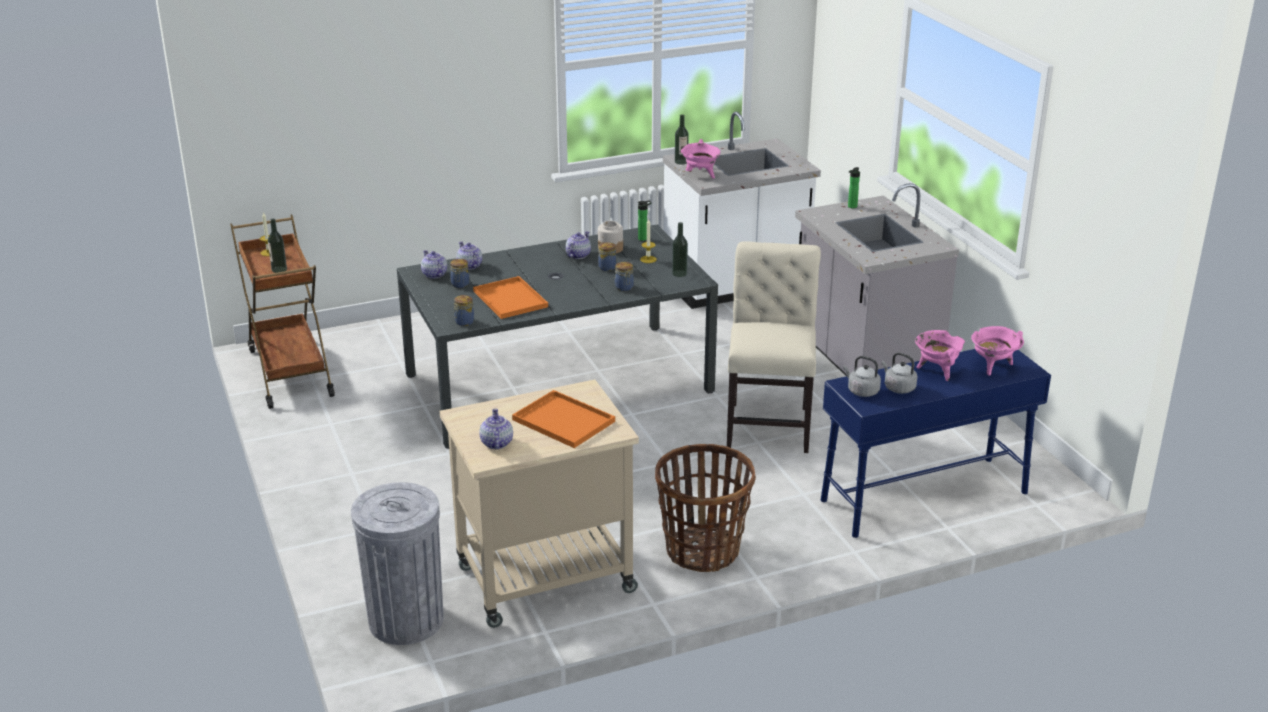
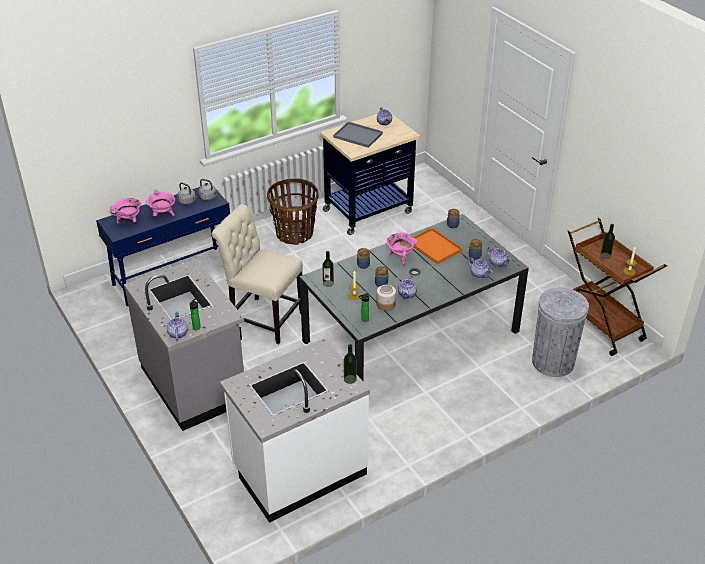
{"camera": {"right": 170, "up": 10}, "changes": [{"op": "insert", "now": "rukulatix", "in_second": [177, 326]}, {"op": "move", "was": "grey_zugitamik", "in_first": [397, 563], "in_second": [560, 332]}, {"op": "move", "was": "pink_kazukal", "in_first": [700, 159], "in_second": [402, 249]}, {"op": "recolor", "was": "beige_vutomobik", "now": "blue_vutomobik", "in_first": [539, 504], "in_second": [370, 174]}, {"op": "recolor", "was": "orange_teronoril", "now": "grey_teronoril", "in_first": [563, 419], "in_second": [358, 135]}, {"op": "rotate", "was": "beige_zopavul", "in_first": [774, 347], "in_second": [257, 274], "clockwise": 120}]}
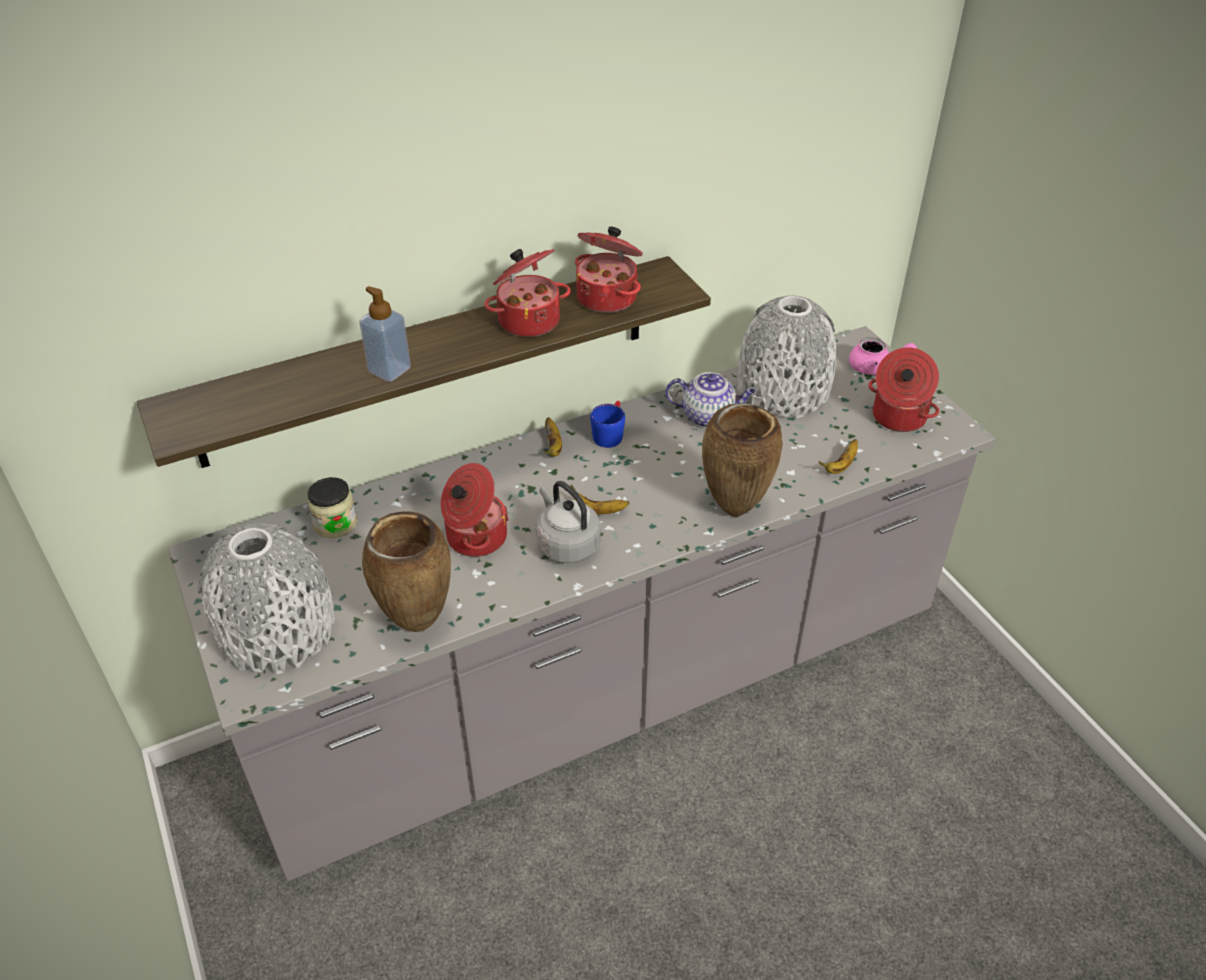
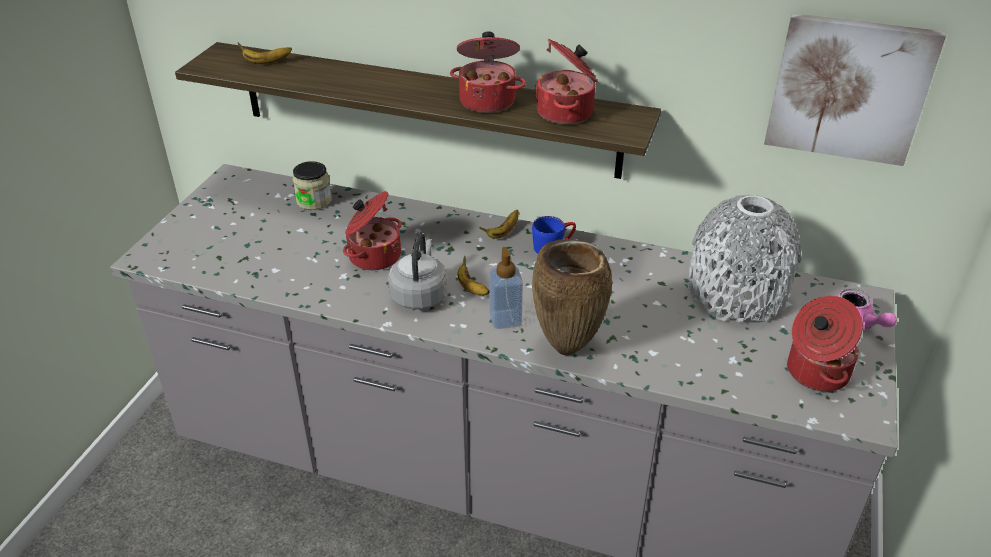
{"camera": {"right": 45, "up": -5}, "changes": [{"op": "delete", "was": "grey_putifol", "in_first": [265, 598]}, {"op": "delete", "was": "brown_putifol", "in_first": [406, 571]}, {"op": "delete", "was": "rukulatix", "in_first": [711, 399]}, {"op": "insert", "now": "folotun", "in_second": [855, 89]}, {"op": "move", "was": "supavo", "in_first": [385, 334], "in_second": [506, 288]}, {"op": "move", "was": "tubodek", "in_first": [838, 456], "in_second": [264, 53]}]}
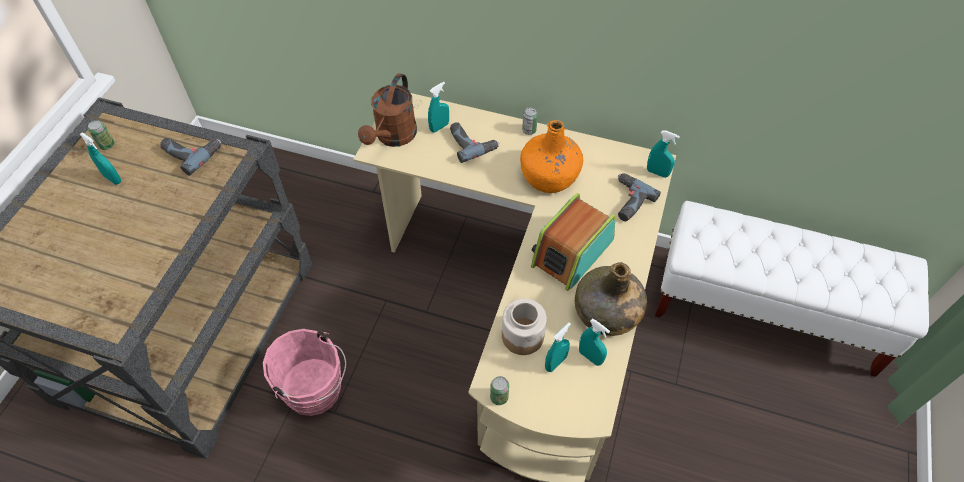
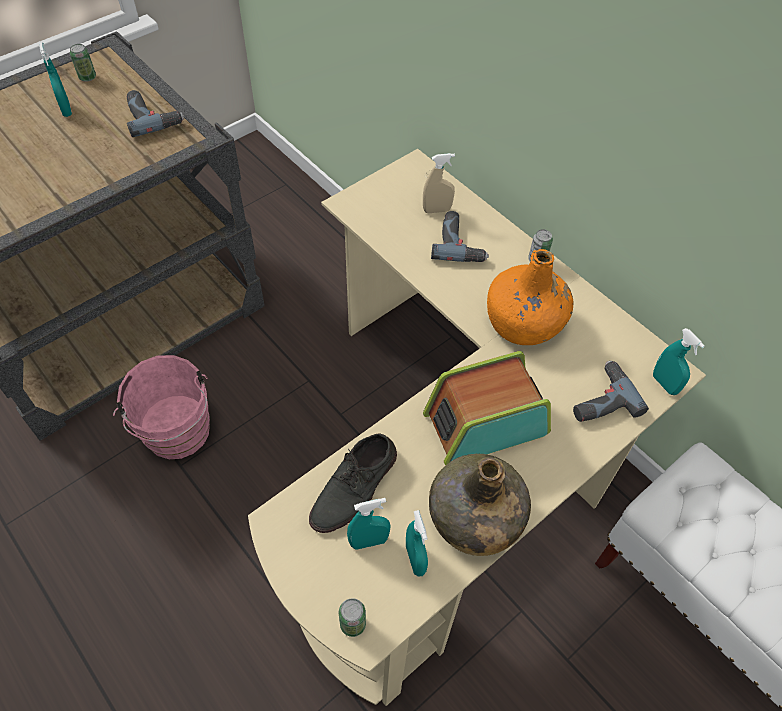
{"camera": {"right": 30, "up": 0}, "changes": [{"op": "delete", "was": "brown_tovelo", "in_first": [387, 110]}, {"op": "move", "was": "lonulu", "in_first": [499, 390], "in_second": [352, 617]}, {"op": "replace", "was": "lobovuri", "now": "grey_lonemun", "in_first": [524, 326], "in_second": [353, 483]}, {"op": "recolor", "was": "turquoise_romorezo", "now": "beige_romorezo", "in_first": [438, 107], "in_second": [439, 183]}]}
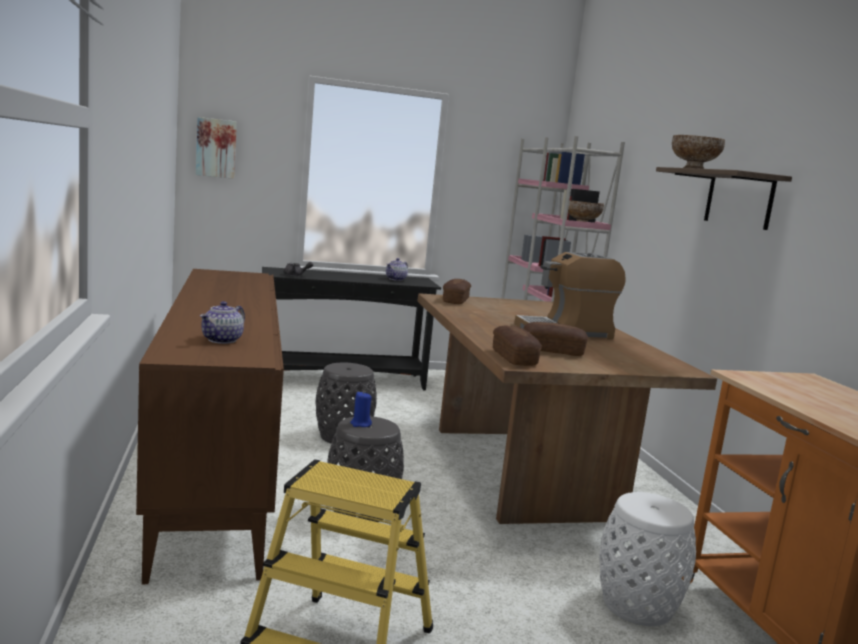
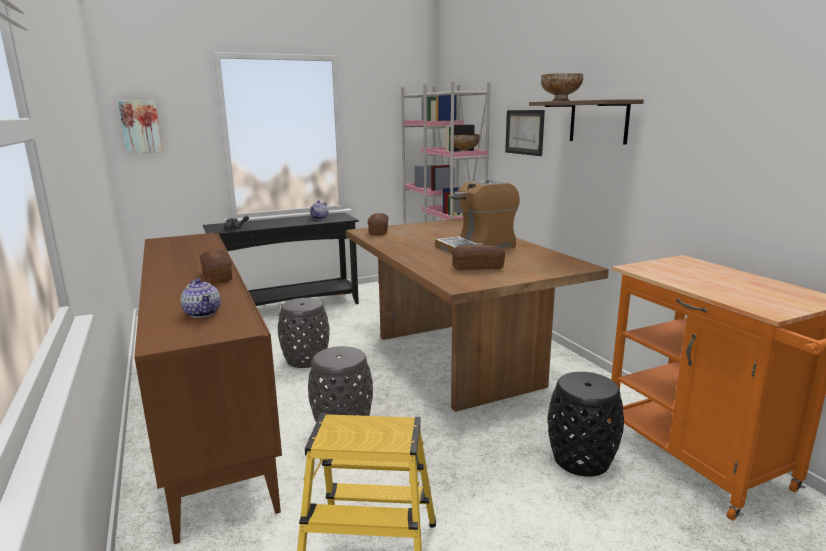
{"camera": {"right": -10, "up": 5}, "changes": [{"op": "delete", "was": "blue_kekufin", "in_first": [361, 409]}, {"op": "insert", "now": "folotun", "in_second": [525, 133]}, {"op": "move", "was": "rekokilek", "in_first": [517, 345], "in_second": [216, 266]}, {"op": "recolor", "was": "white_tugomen", "now": "black_tugomen", "in_first": [647, 559], "in_second": [586, 424]}, {"op": "rotate", "was": "rukulatix", "in_first": [222, 322], "in_second": [201, 298], "clockwise": -45}]}
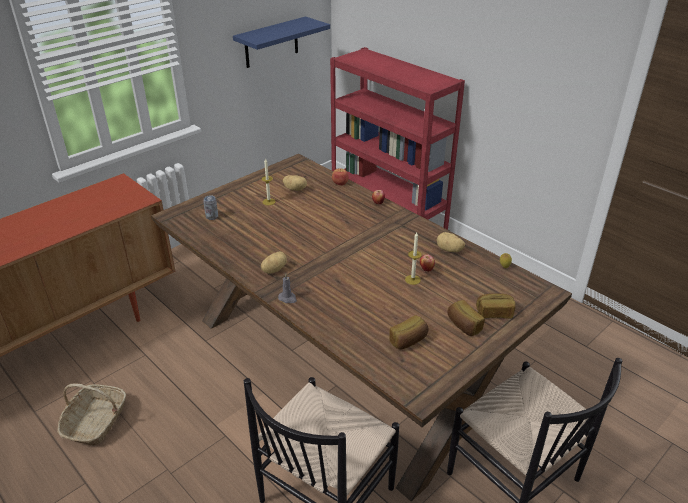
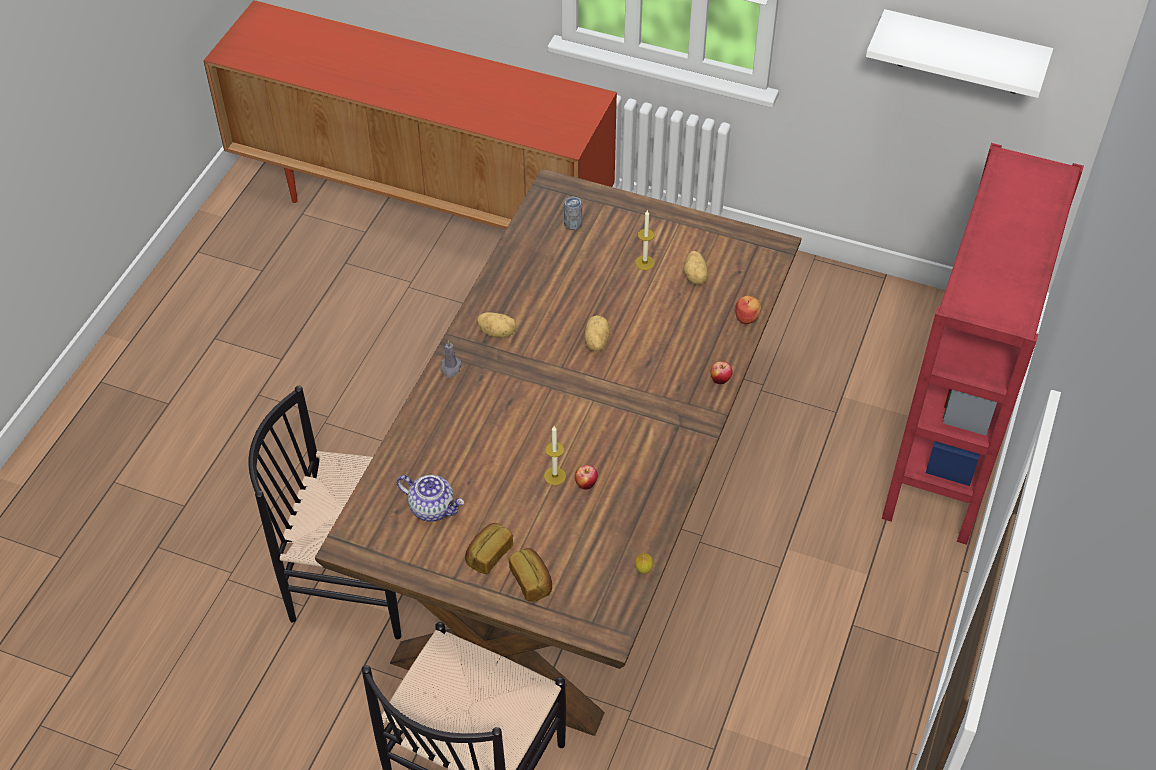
{"camera": {"right": 65, "up": 15}, "changes": [{"op": "delete", "was": "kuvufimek", "in_first": [91, 414]}, {"op": "move", "was": "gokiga", "in_first": [451, 242], "in_second": [597, 333]}, {"op": "replace", "was": "rekokilek", "now": "rukulatix", "in_first": [409, 332], "in_second": [430, 498]}, {"op": "recolor", "was": "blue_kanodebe", "now": "white_kanodebe", "in_first": [281, 42], "in_second": [959, 53]}]}
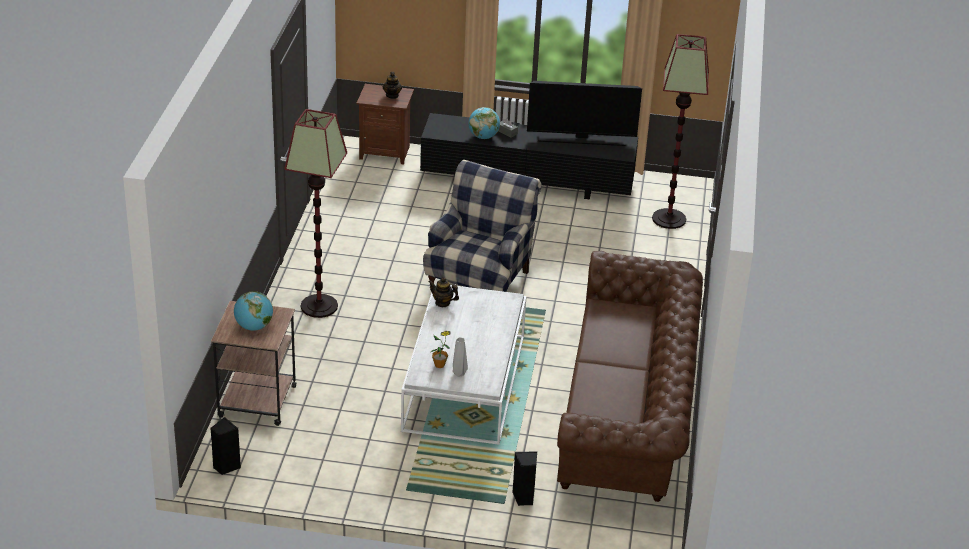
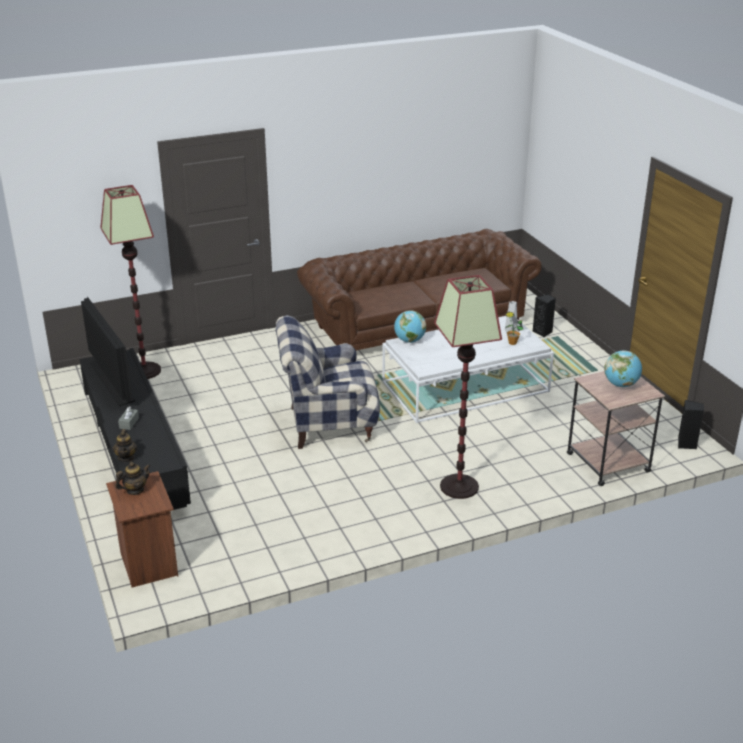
{"camera": {"right": -120, "up": -5}, "changes": [{"op": "move", "was": "rukulatix", "in_first": [443, 292], "in_second": [124, 445]}, {"op": "move", "was": "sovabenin", "in_first": [484, 123], "in_second": [410, 327]}]}
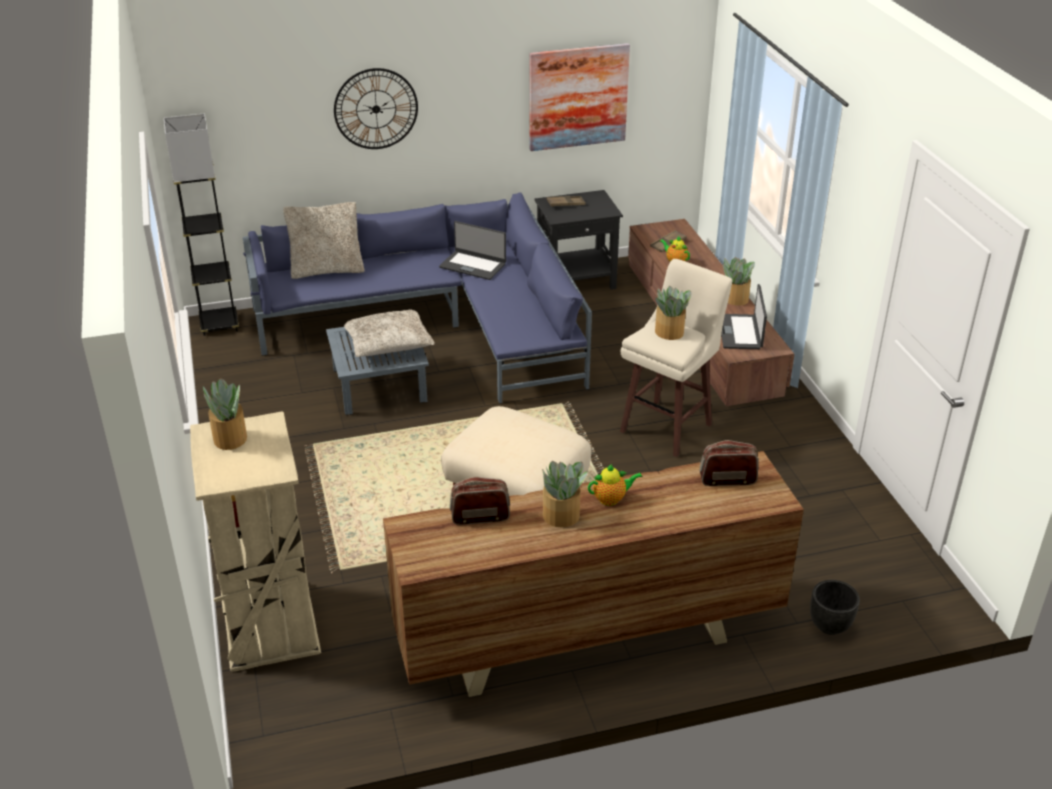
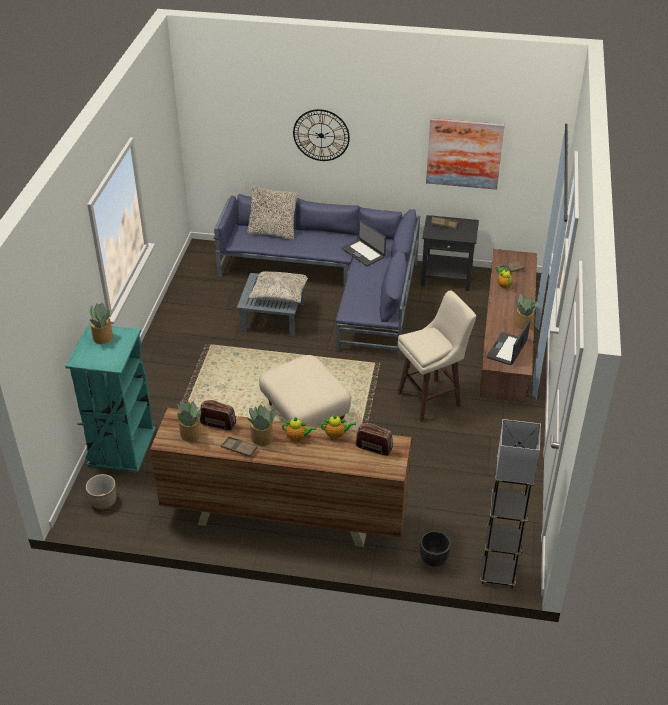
{"camera": {"right": 25, "up": 5}, "changes": [{"op": "insert", "now": "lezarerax", "in_second": [101, 492]}, {"op": "insert", "now": "brown_teronoril", "in_second": [239, 446]}, {"op": "insert", "now": "rukulatix", "in_second": [338, 427]}, {"op": "move", "was": "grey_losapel", "in_first": [201, 224], "in_second": [510, 503]}, {"op": "move", "was": "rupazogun", "in_first": [673, 313], "in_second": [189, 421]}, {"op": "recolor", "was": "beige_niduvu", "now": "turquoise_niduvu", "in_first": [255, 541], "in_second": [110, 397]}]}
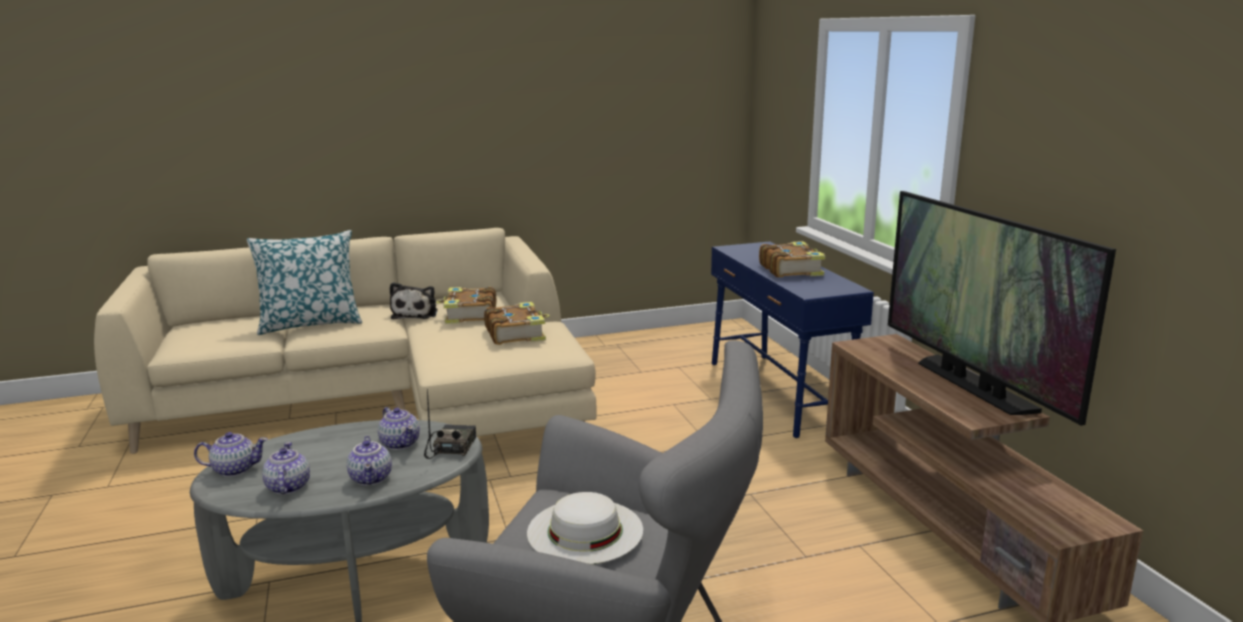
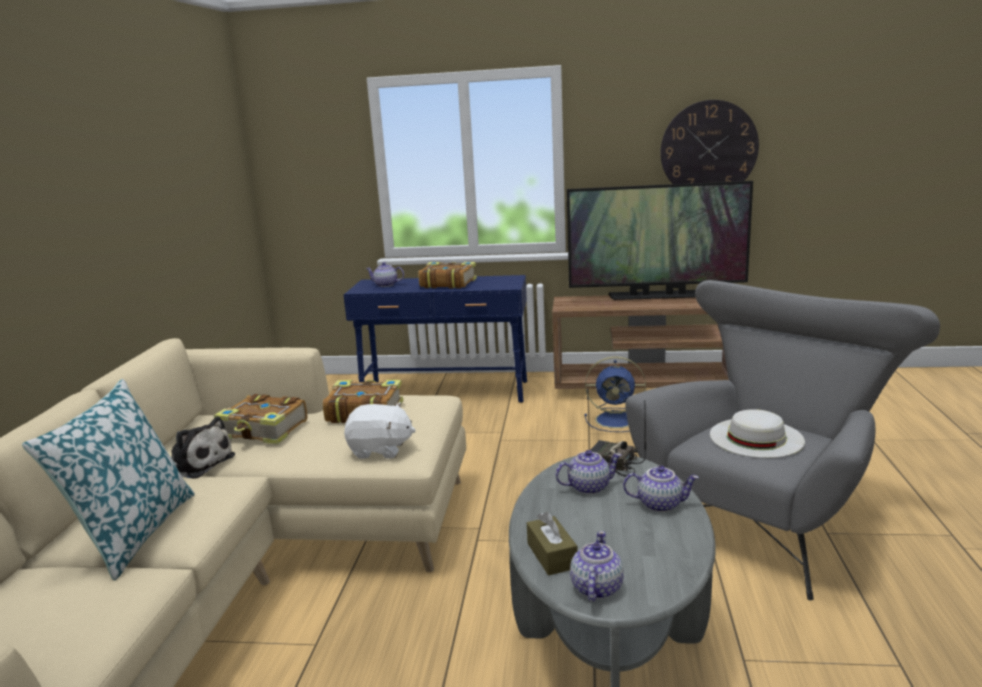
{"camera": {"right": -65, "up": 0}, "changes": [{"op": "insert", "now": "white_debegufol", "in_second": [380, 430]}, {"op": "insert", "now": "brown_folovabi", "in_second": [552, 543]}, {"op": "insert", "now": "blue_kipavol", "in_second": [615, 394]}, {"op": "insert", "now": "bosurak", "in_second": [709, 142]}, {"op": "move", "was": "rukulatix", "in_first": [286, 468], "in_second": [385, 274]}]}
